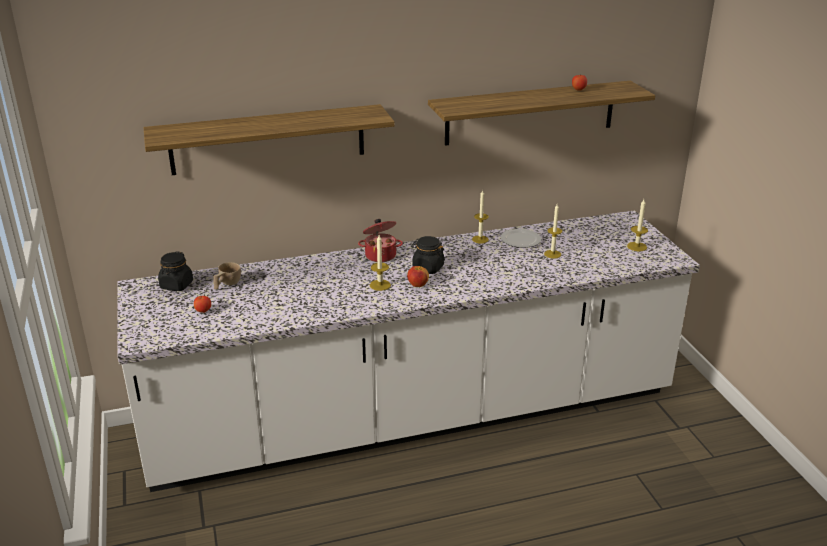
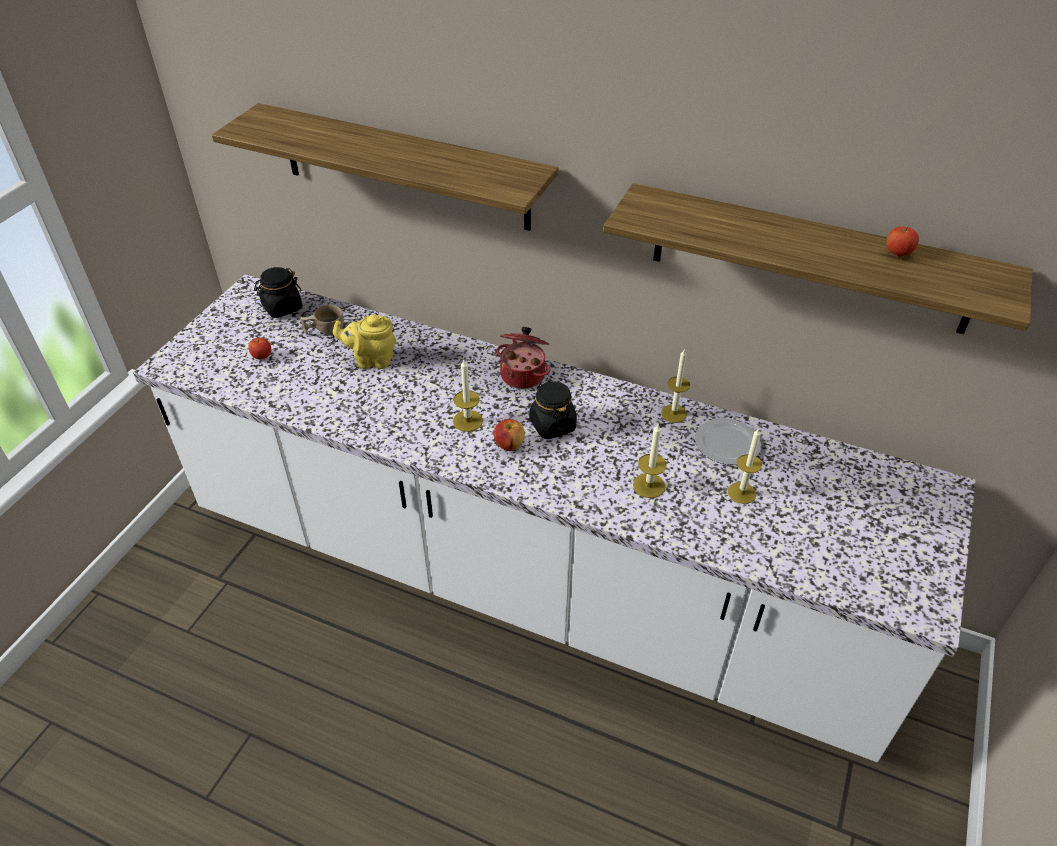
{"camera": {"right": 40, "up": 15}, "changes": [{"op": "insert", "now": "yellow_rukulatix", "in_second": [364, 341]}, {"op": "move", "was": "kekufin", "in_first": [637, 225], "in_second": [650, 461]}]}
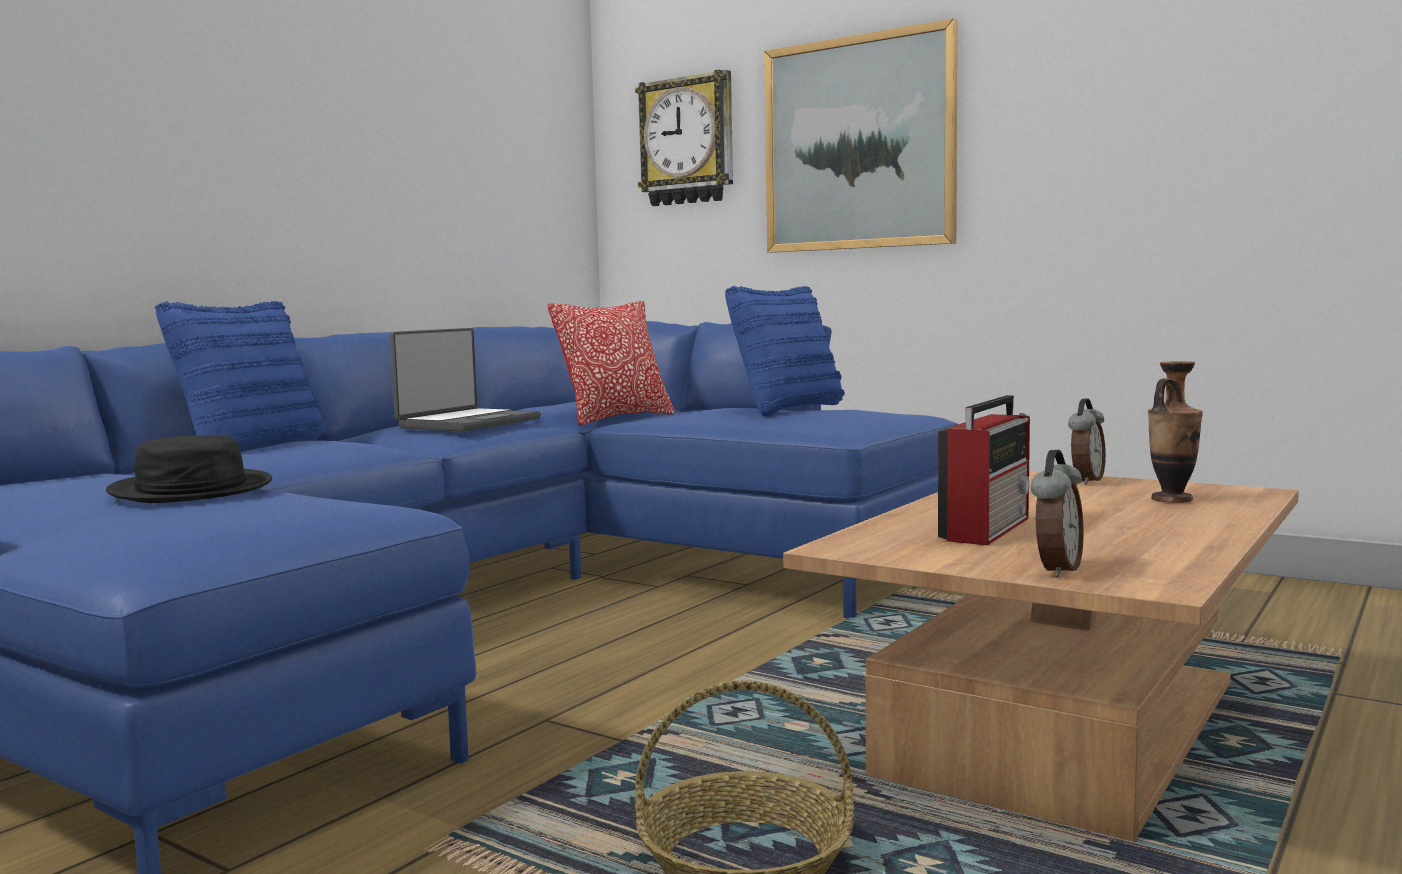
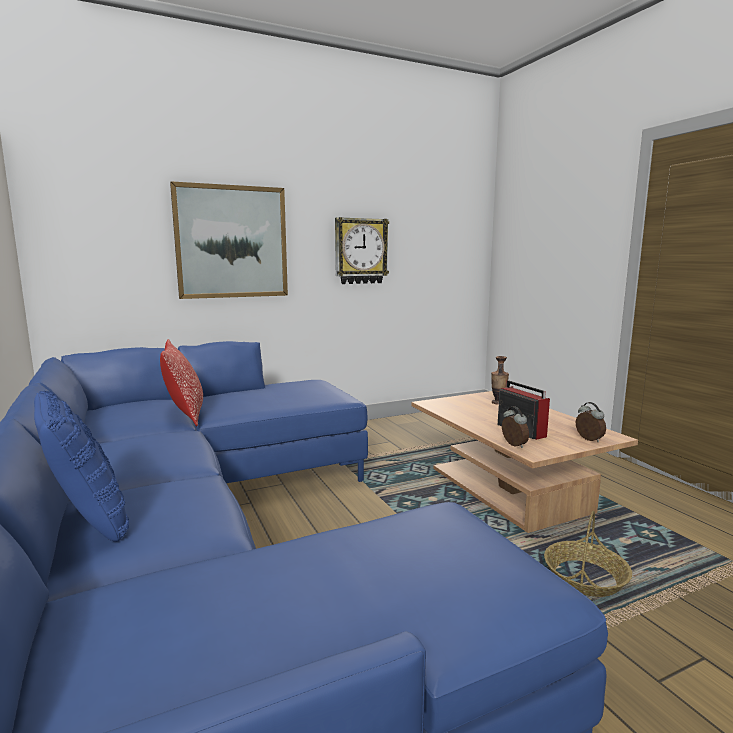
{"camera": {"right": -60, "up": 5}, "changes": [{"op": "delete", "was": "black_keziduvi", "in_first": [189, 469]}, {"op": "delete", "was": "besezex", "in_first": [465, 380]}, {"op": "delete", "was": "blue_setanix", "in_first": [785, 350]}, {"op": "move", "was": "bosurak", "in_first": [684, 138], "in_second": [362, 250]}, {"op": "move", "was": "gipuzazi", "in_first": [1087, 442], "in_second": [515, 427]}]}
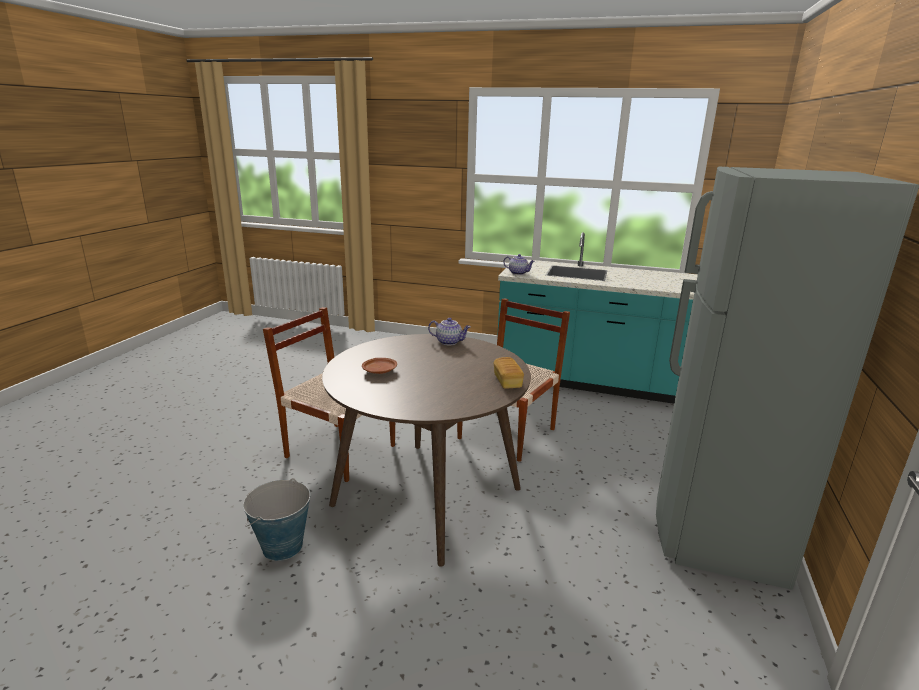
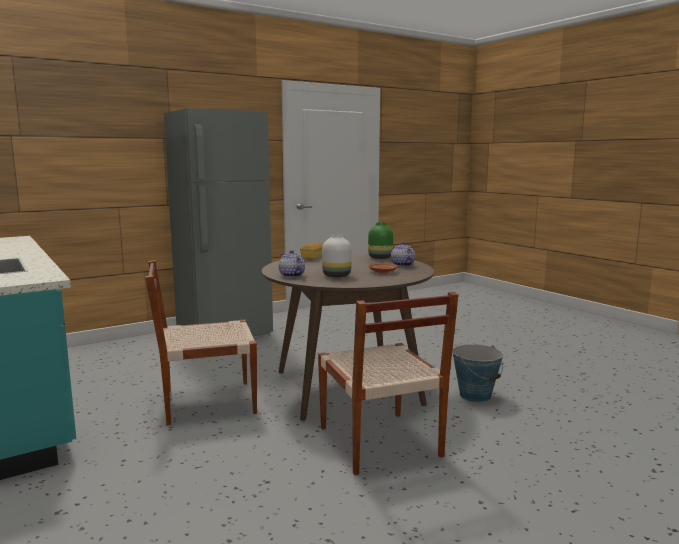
{"camera": {"right": -140, "up": -10}, "changes": [{"op": "insert", "now": "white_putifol", "in_second": [337, 255]}, {"op": "insert", "now": "green_putifol", "in_second": [380, 240]}, {"op": "move", "was": "rukulatix", "in_first": [519, 264], "in_second": [403, 254]}]}
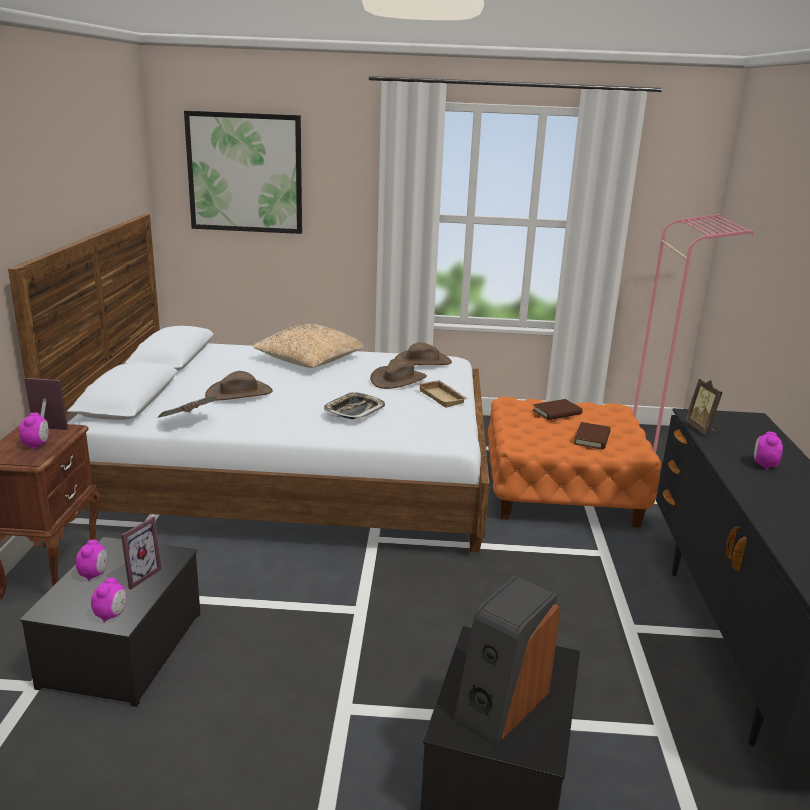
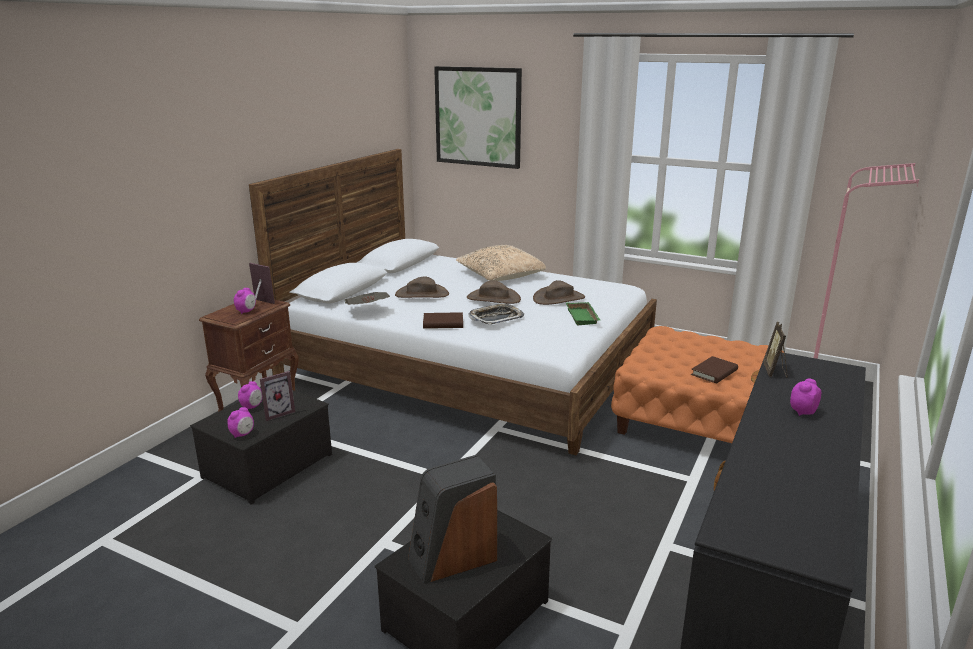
{"camera": {"right": 25, "up": 0}, "changes": [{"op": "move", "was": "brown_keziduvi", "in_first": [423, 353], "in_second": [494, 292]}, {"op": "move", "was": "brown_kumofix", "in_first": [557, 409], "in_second": [443, 320]}, {"op": "recolor", "was": "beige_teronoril", "now": "green_teronoril", "in_first": [443, 394], "in_second": [583, 314]}]}
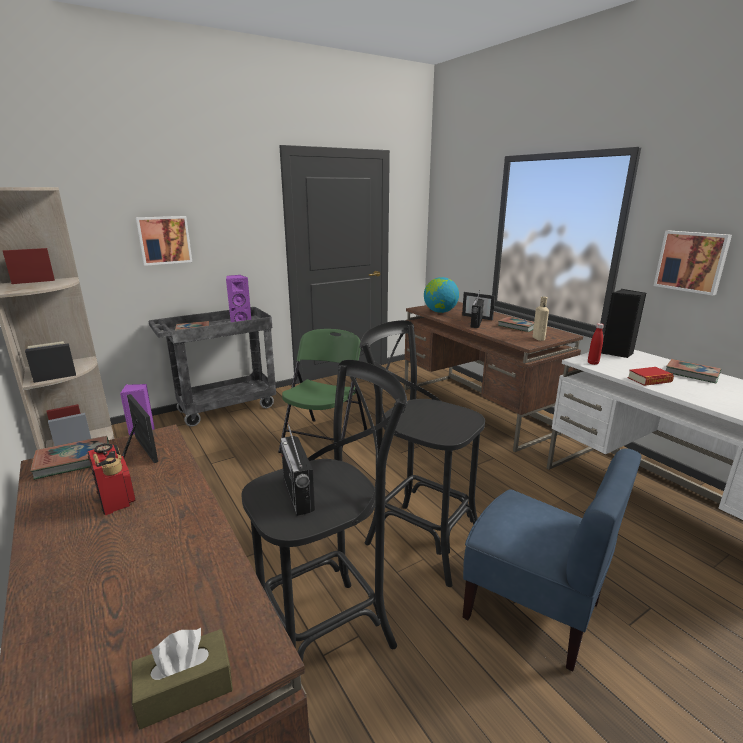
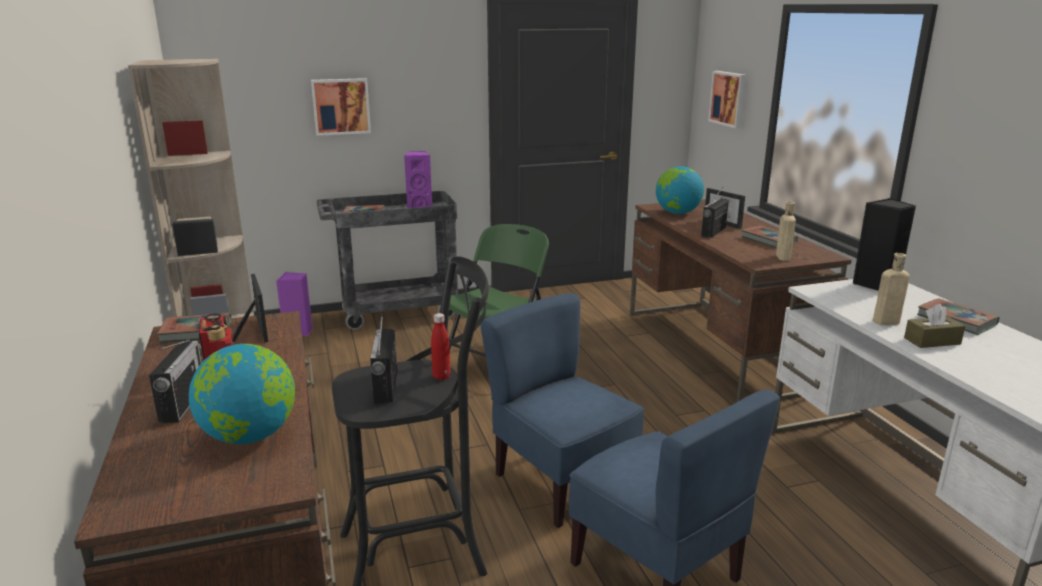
{"camera": {"right": 15, "up": 0}, "changes": [{"op": "insert", "now": "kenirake", "in_second": [175, 381]}, {"op": "insert", "now": "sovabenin", "in_second": [242, 394]}, {"op": "move", "was": "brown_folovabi", "in_first": [182, 679], "in_second": [934, 326]}, {"op": "move", "was": "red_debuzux", "in_first": [596, 344], "in_second": [440, 346]}, {"op": "move", "was": "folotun", "in_first": [693, 263], "in_second": [727, 99]}, {"op": "replace", "was": "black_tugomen", "now": "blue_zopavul", "in_first": [422, 453], "in_second": [562, 410]}, {"op": "replace", "was": "kumofix", "now": "beige_debuzux", "in_first": [651, 376], "in_second": [891, 289]}]}
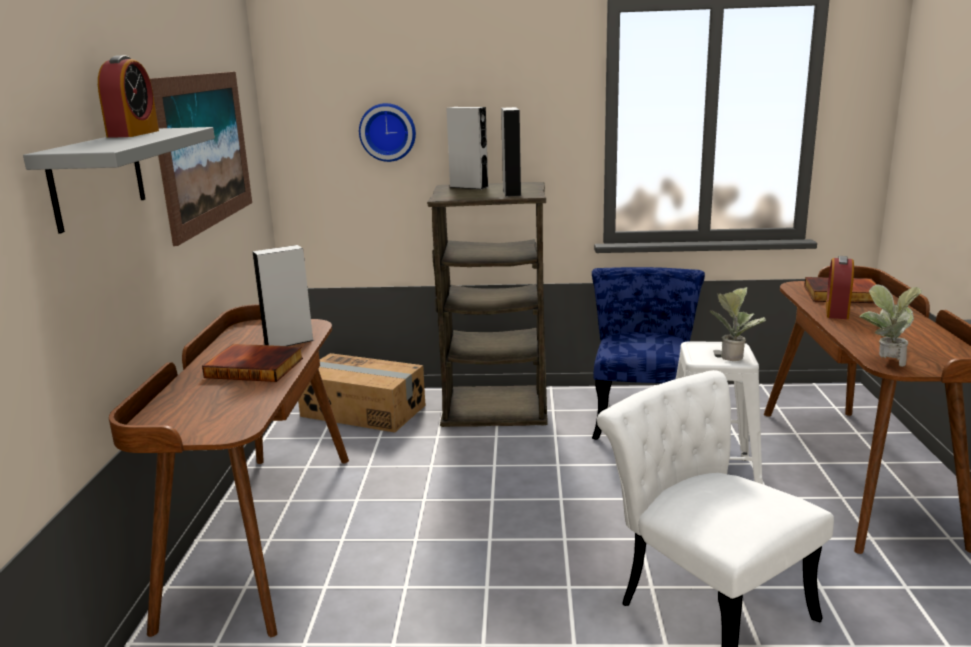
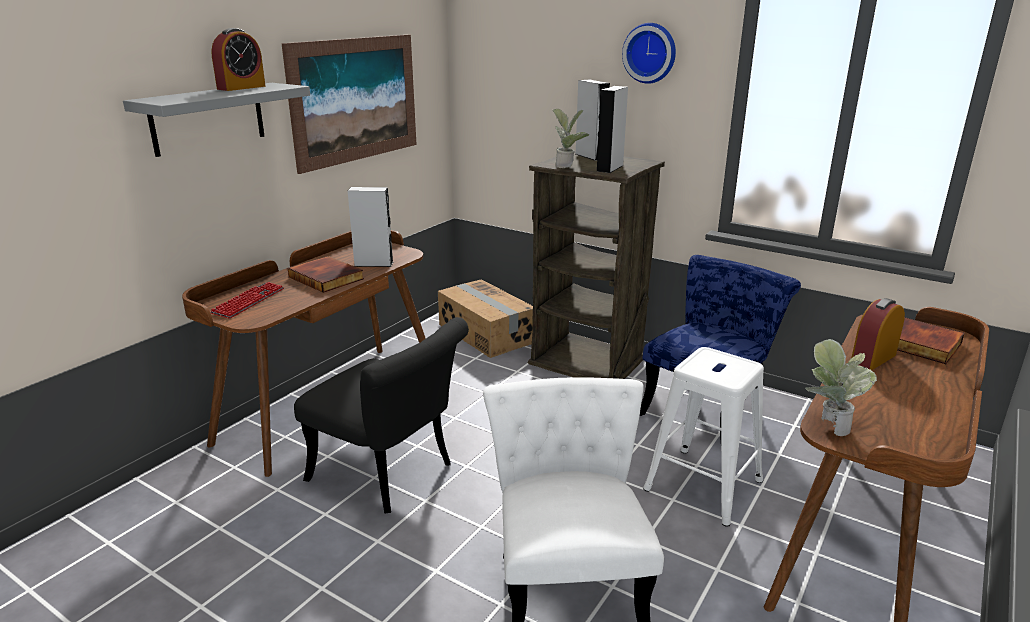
{"camera": {"right": 30, "up": 5}, "changes": [{"op": "insert", "now": "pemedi", "in_second": [247, 300]}, {"op": "insert", "now": "black_zopavul", "in_second": [381, 415]}, {"op": "move", "was": "bosurak", "in_first": [387, 132], "in_second": [649, 53]}, {"op": "move", "was": "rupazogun", "in_first": [738, 324], "in_second": [570, 138]}]}
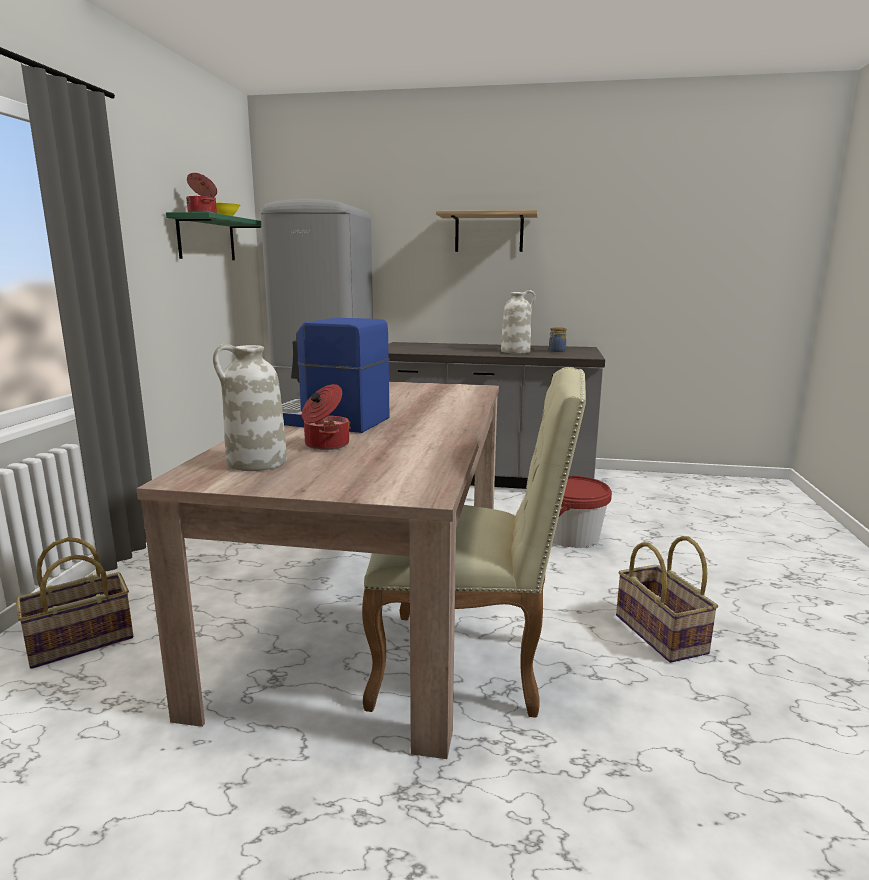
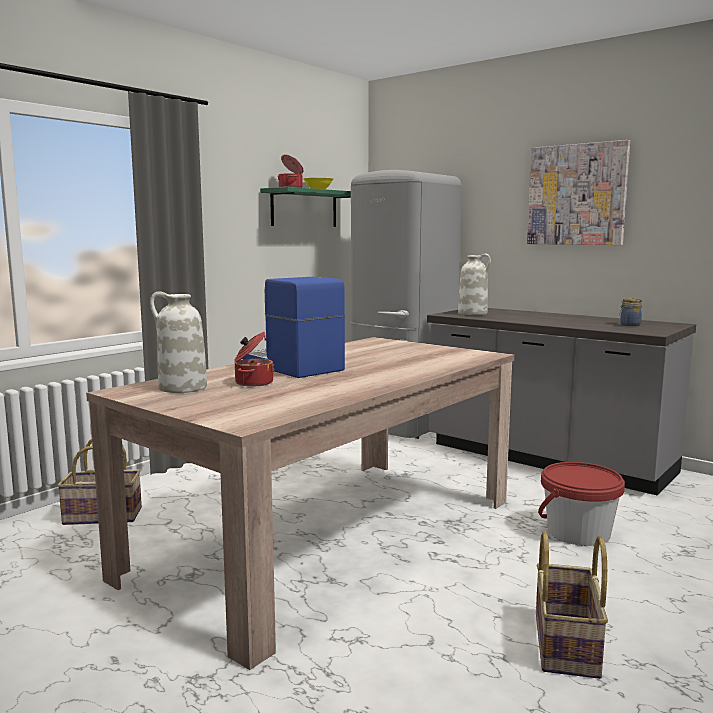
{"camera": {"right": 30, "up": -5}, "changes": [{"op": "delete", "was": "beige_zopavul", "in_first": [474, 542]}, {"op": "move", "was": "white_putifol", "in_first": [518, 321], "in_second": [474, 284]}, {"op": "replace", "was": "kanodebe", "now": "folotun", "in_first": [487, 231], "in_second": [578, 192]}]}
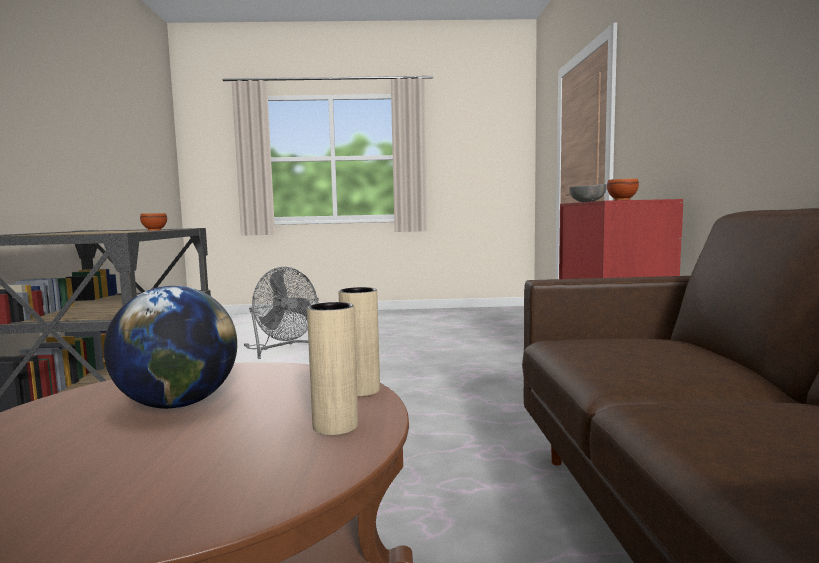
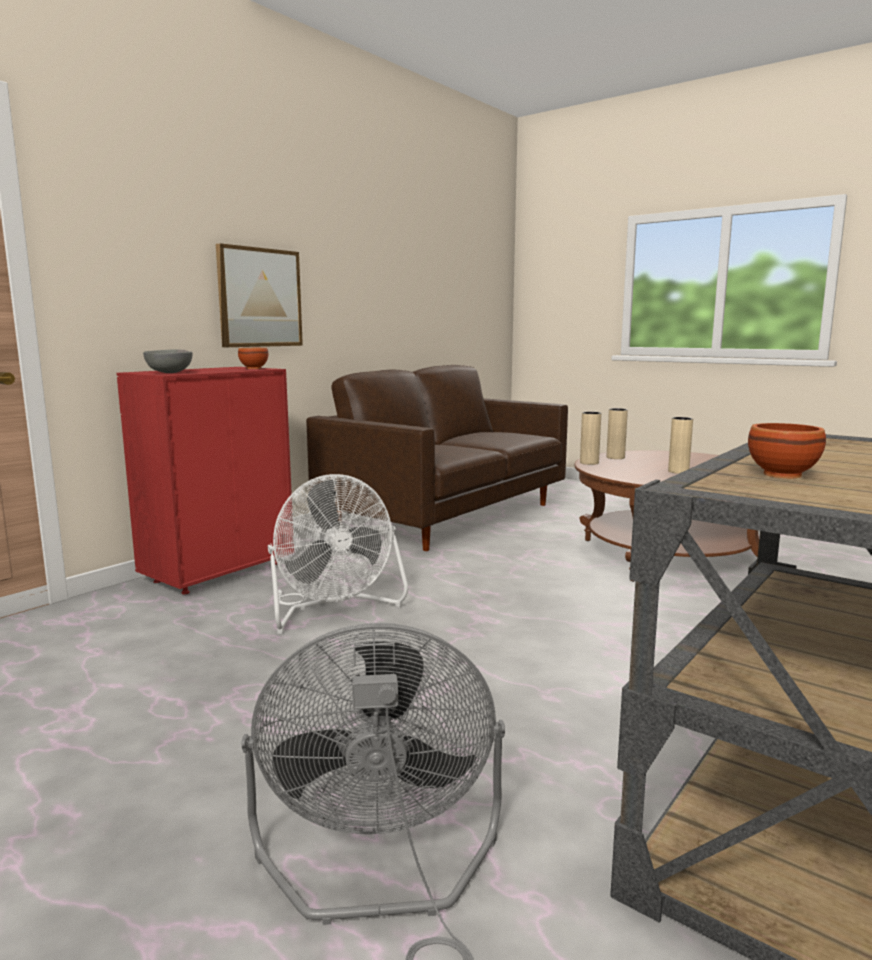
{"camera": {"right": -140, "up": 5}, "changes": [{"op": "insert", "now": "folotun", "in_second": [259, 295]}, {"op": "insert", "now": "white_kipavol", "in_second": [338, 554]}, {"op": "replace", "was": "sovabenin", "now": "beige_putifol", "in_first": [170, 347], "in_second": [680, 445]}]}
